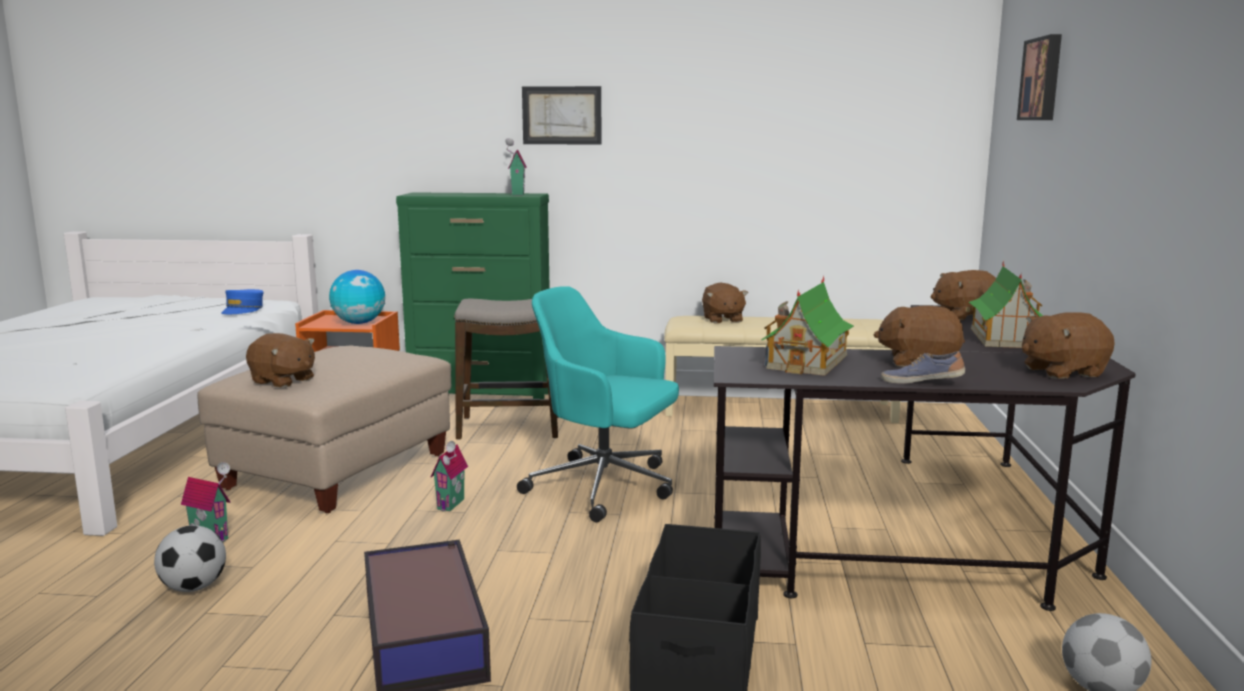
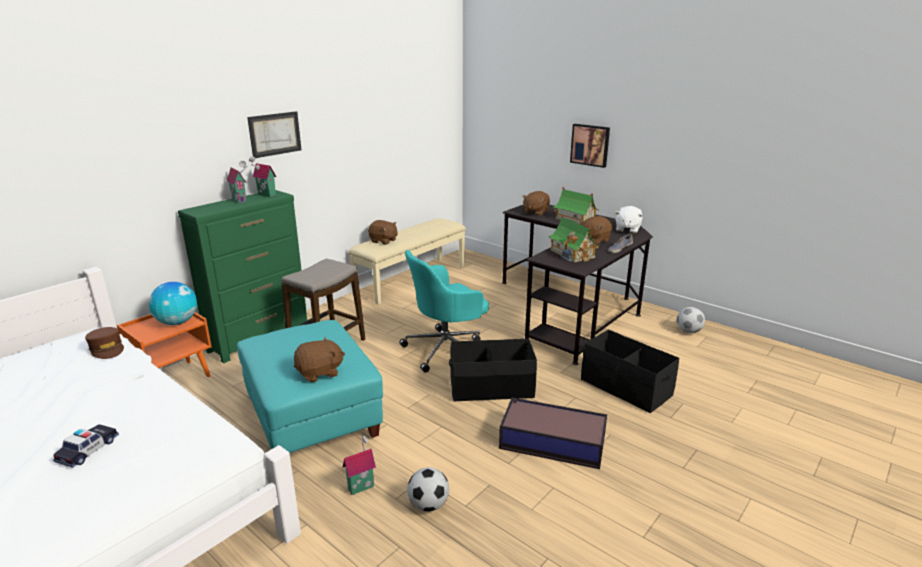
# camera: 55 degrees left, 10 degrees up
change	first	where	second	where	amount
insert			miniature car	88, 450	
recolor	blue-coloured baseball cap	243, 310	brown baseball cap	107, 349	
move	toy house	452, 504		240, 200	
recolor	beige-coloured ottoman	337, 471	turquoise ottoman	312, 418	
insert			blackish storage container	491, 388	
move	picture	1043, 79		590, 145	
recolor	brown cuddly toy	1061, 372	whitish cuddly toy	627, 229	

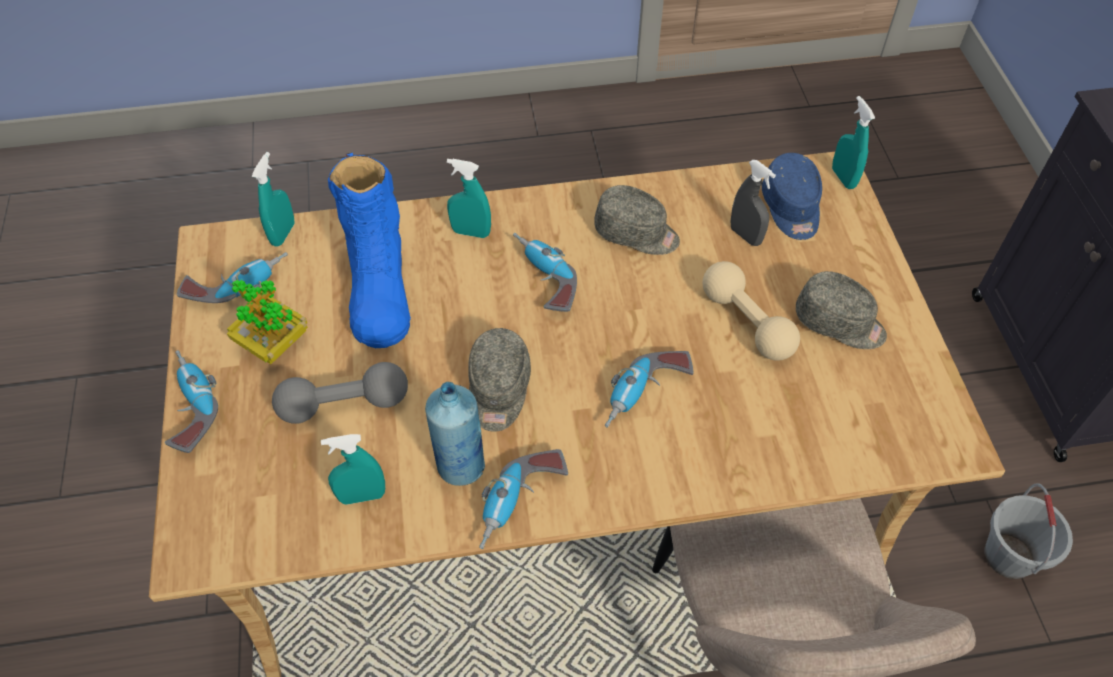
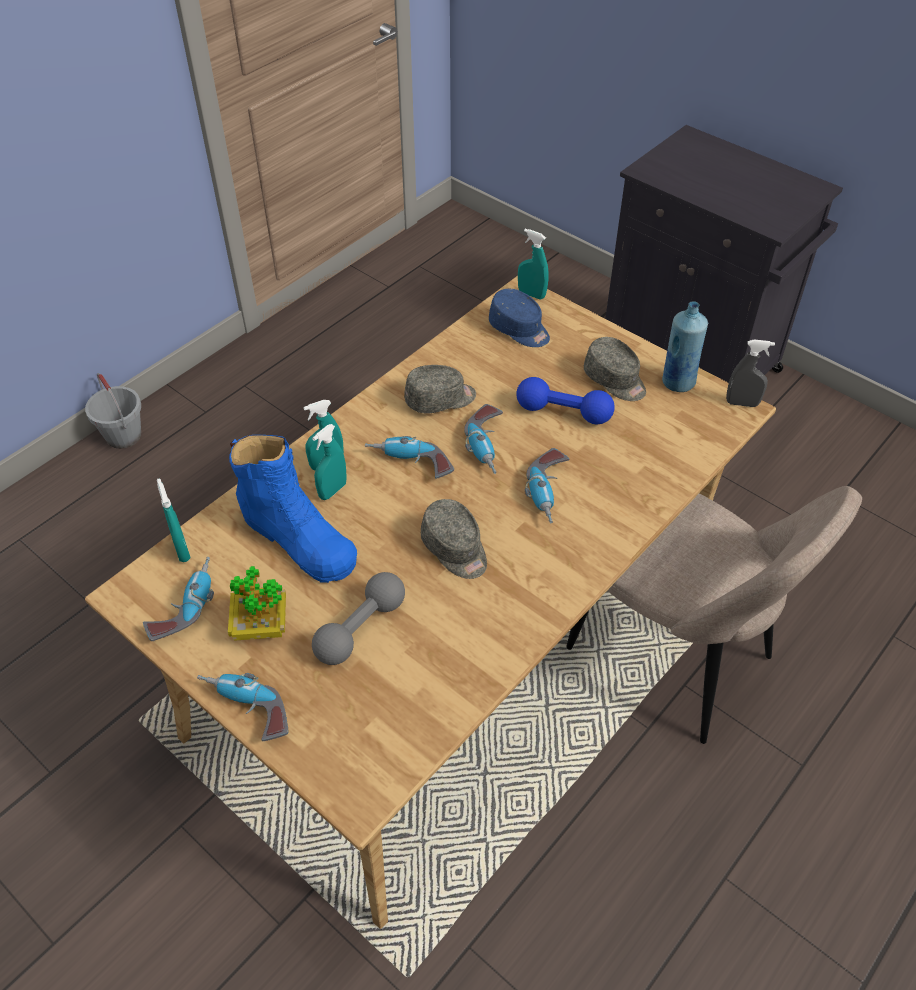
# camera: 40 degrees left, 5 degrees down
change	first	where	second	where	amount
move	grey bucket	1009, 556		124, 436	
move	turquoise sprayer	362, 496		332, 490	
move	drill	520, 504		488, 446	
recolor	beige-coloured hand weight	746, 322	blue-coloured hand weight	563, 412	
rotate	grey baseball cap	839, 323		615, 380	60 degrees clockwise
move	blue-coloured beverage bottle	461, 465		677, 382	
move	grey sprayer	745, 236		742, 403	

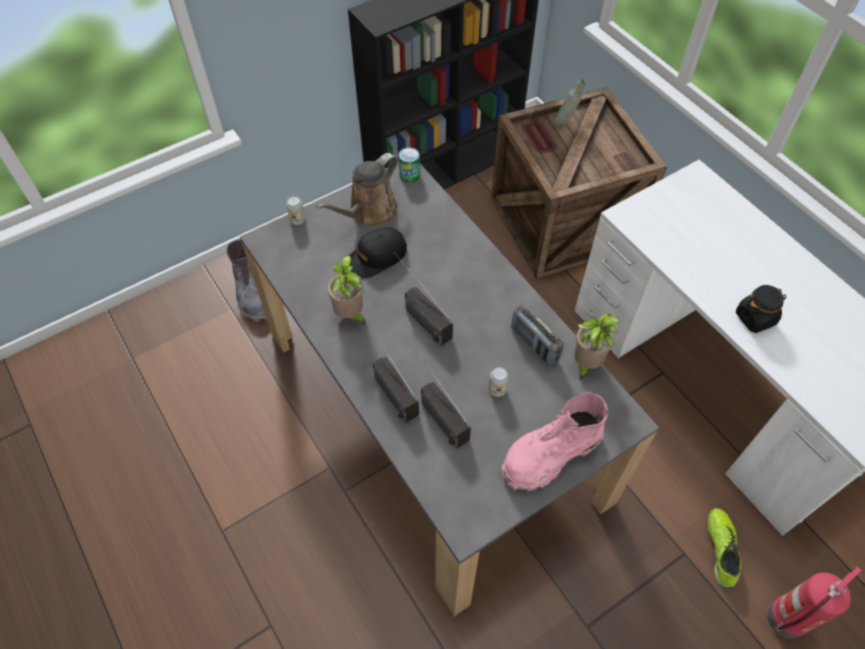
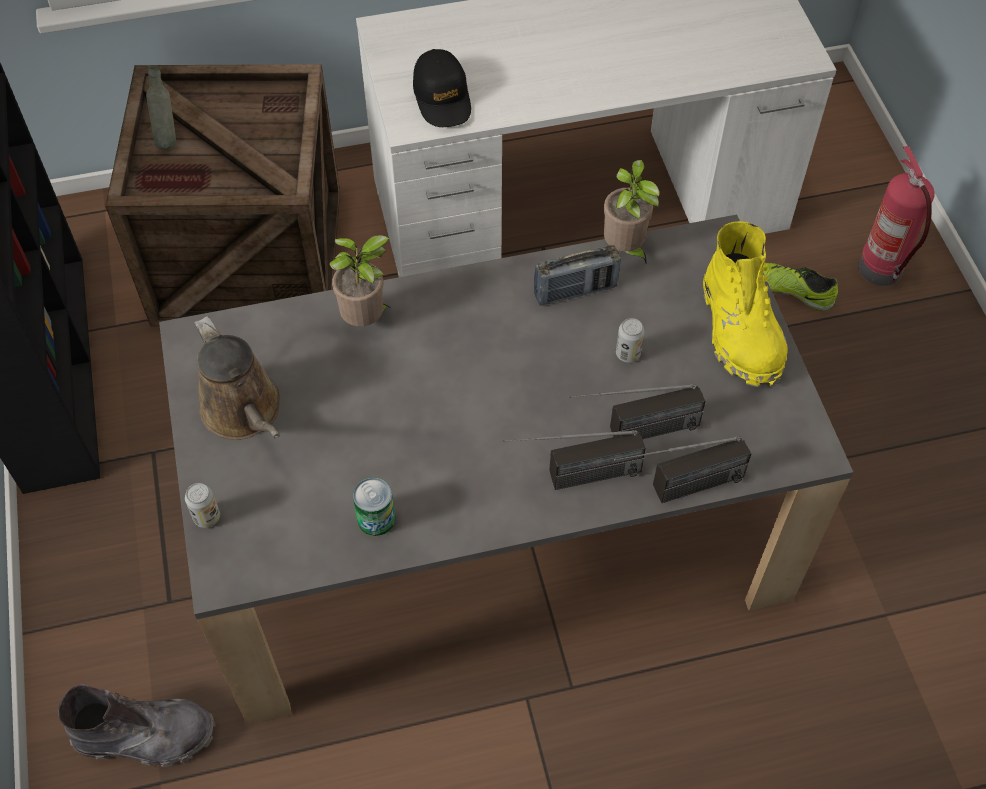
# camera: 70 degrees left, 0 degrees up
change	first	where	second	where	amount
move	houseplant	350, 315		366, 320	
move	sealed can	409, 174		376, 519	
move	blackish baseball cap	375, 258		442, 97	
move	radio	417, 314		676, 490	
recolor	pinkish tall boot	550, 455	yellow tall boot	740, 331	
delete	blackish storage jar	755, 318			

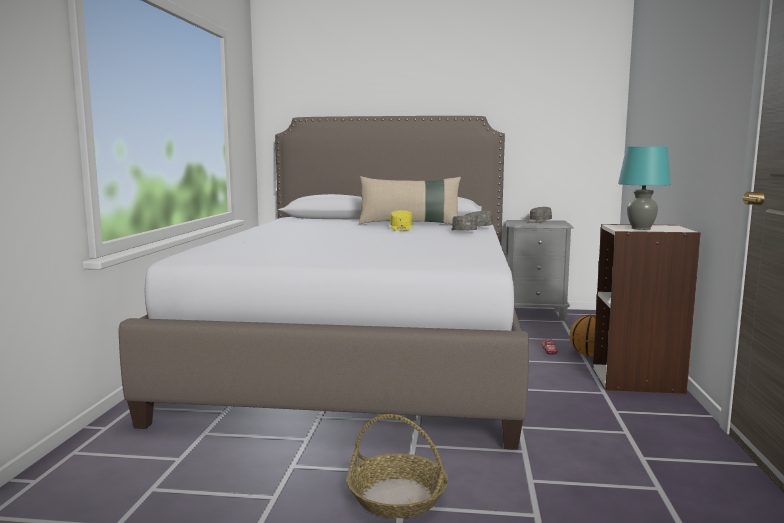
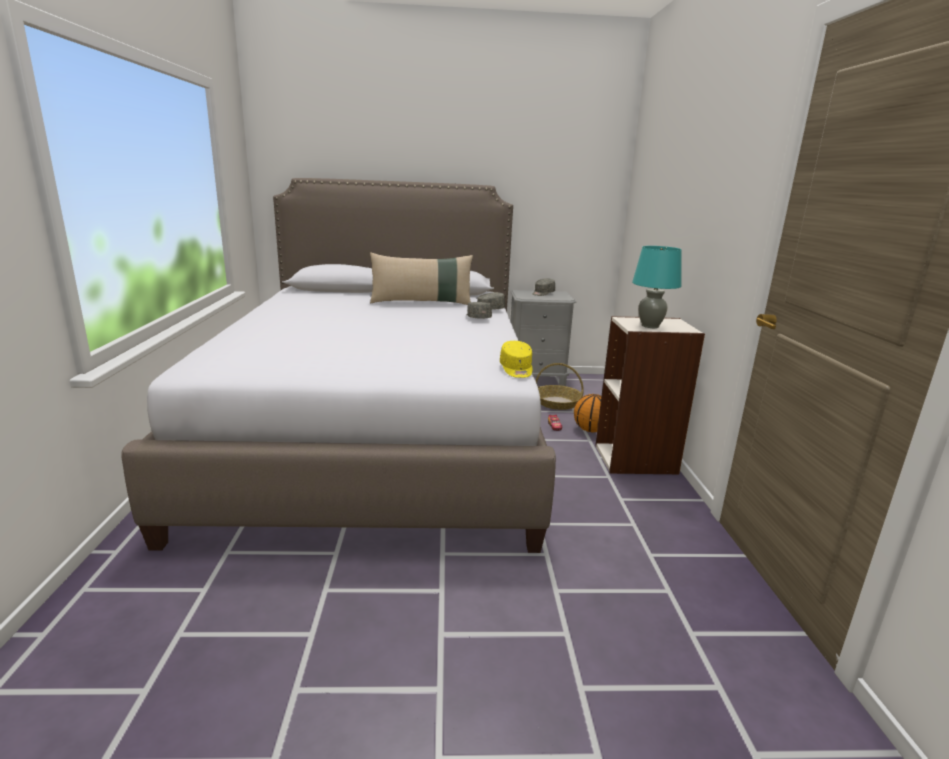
# camera: 10 degrees left, 10 degrees up
change	first	where	second	where	amount
move	yellow baseball cap	401, 228		516, 369	
move	basket	396, 497		557, 403	

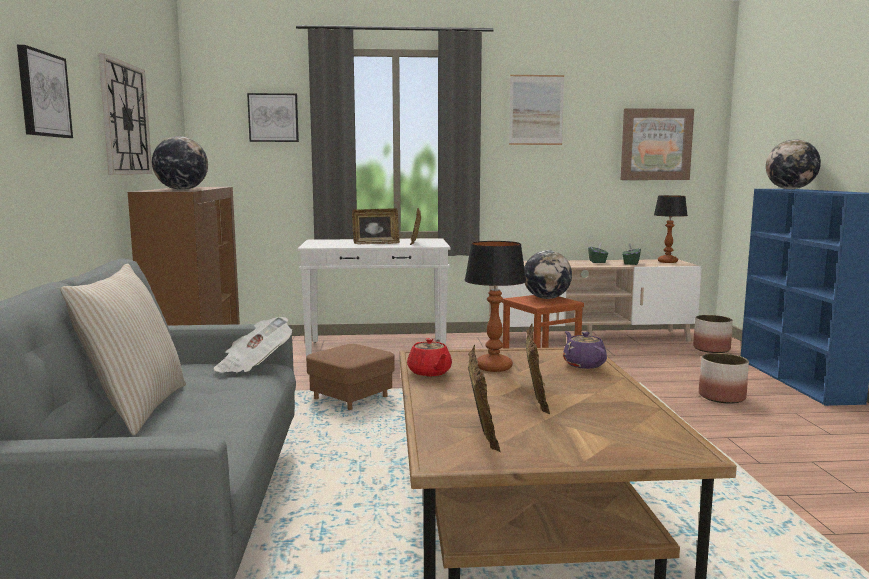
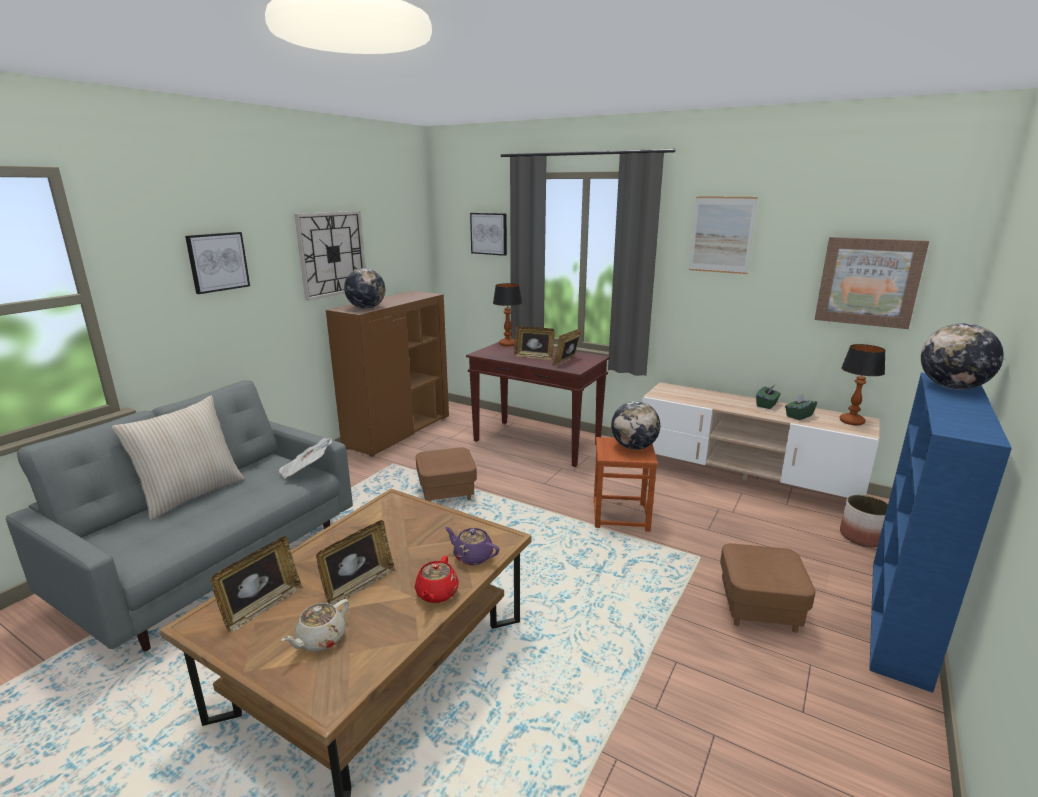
# camera: 35 degrees right, 10 degrees up
change	first	where	second	where	amount
insert			beige-coloured tea pot	320, 640	
move	red tea pot	430, 372		436, 593	
rotate	purple-coloured tea pot	583, 364		472, 556	75 degrees counterclockwise
recolor	whitish console table	378, 348	brown console table	537, 443	
move	tabletop lamp	493, 367		507, 344	
replace	flower pot	722, 397	brown ottoman	759, 609	

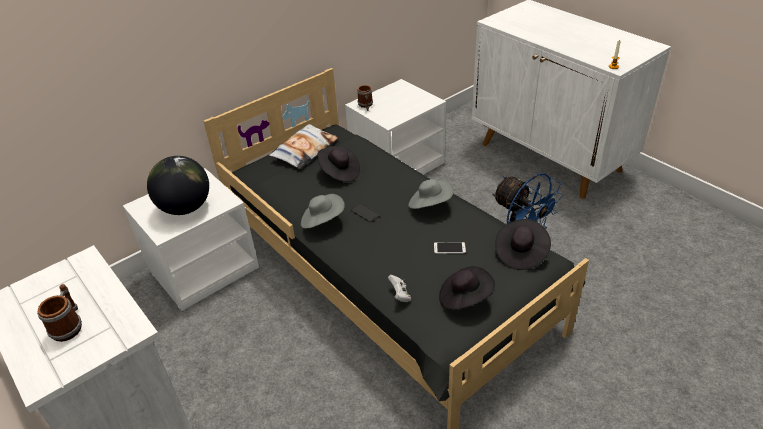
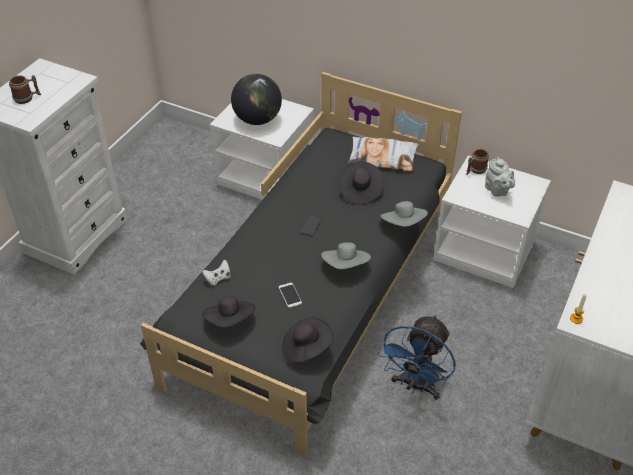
# camera: 65 degrees right, 5 degrees up
change	first	where	second	where	amount
move	grey wearable hat	322, 220		403, 224	
insert			grey tea pot	497, 191	

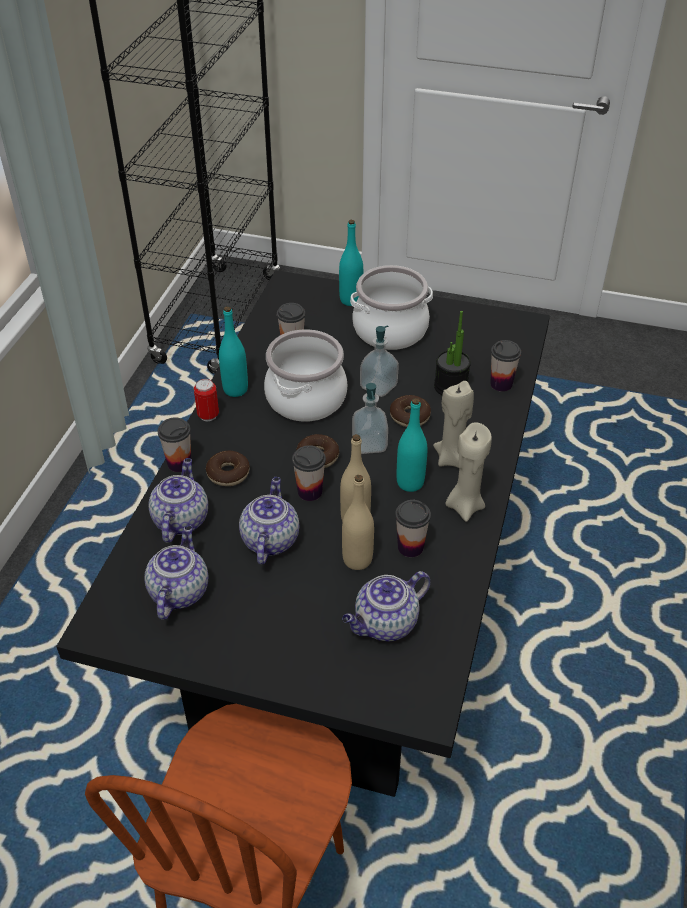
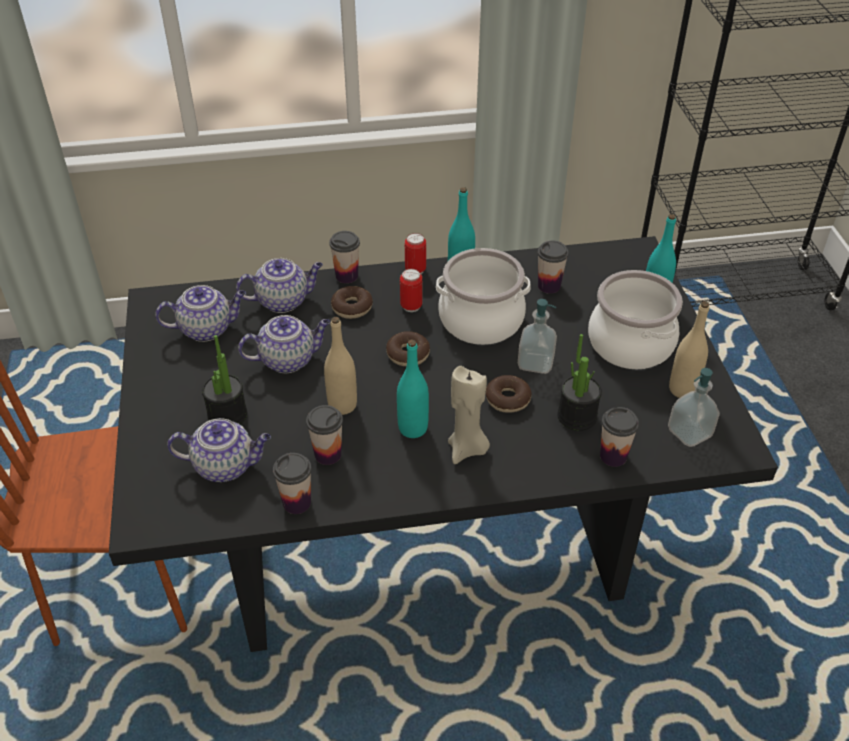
# camera: 65 degrees right, 0 degrees up
change	first	where	second	where	amount
rotate	tea pot	385, 624		226, 466	150 degrees clockwise
insert			houseplant	227, 415	
move	small cup	310, 492		297, 503	
insert			sealed can	411, 306	
move	soap dispenser	369, 444		689, 433	
move	beige-coloured beverage bottle	357, 559		682, 389	
delete	beige-coloured wax candle	464, 506			

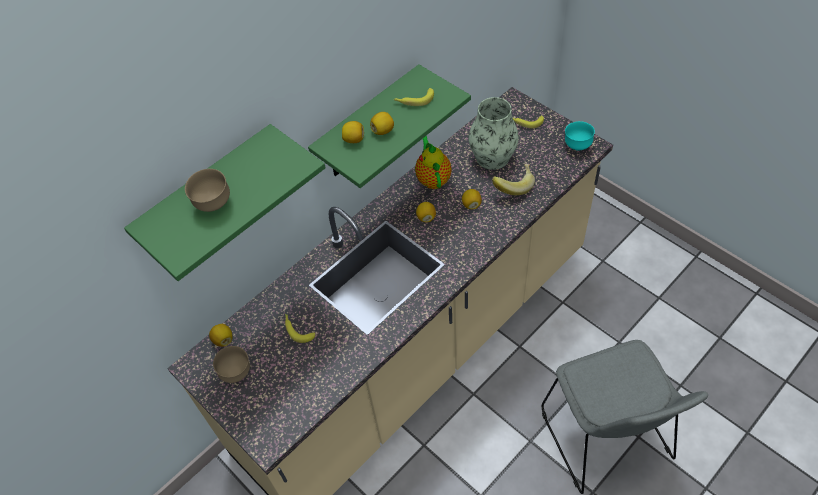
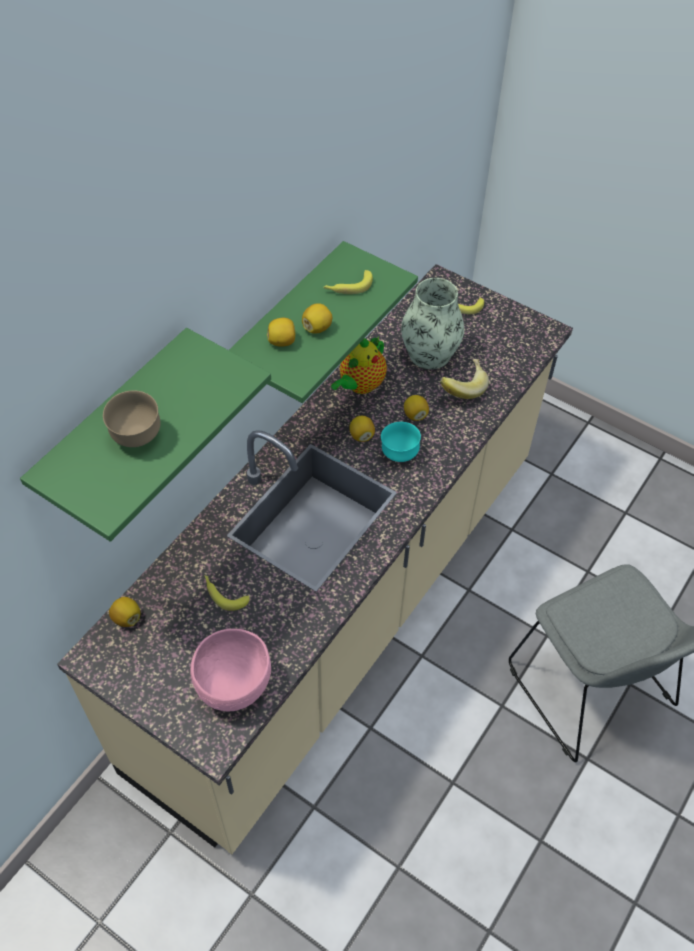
# camera: 15 degrees left, 0 degrees up
change	first	where	second	where	amount
insert			pinkish deep dish	234, 685	
rotate	tea pot	433, 178		360, 385	120 degrees counterclockwise
move	turquoise deep dish	577, 146		399, 454	
delete	brown deep dish	236, 373			

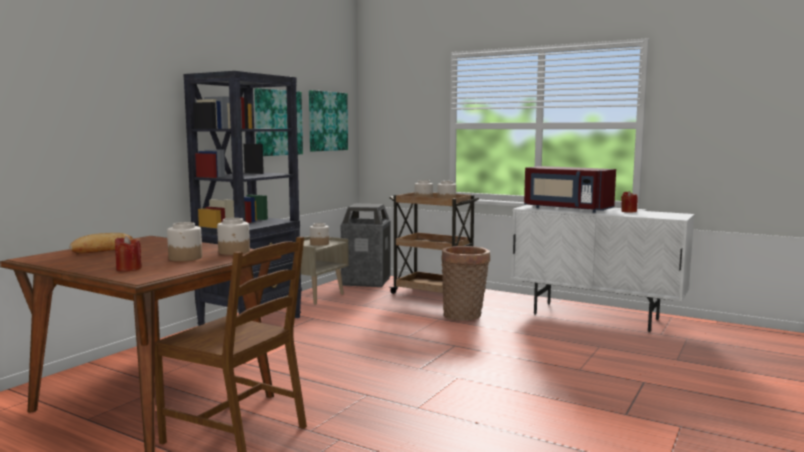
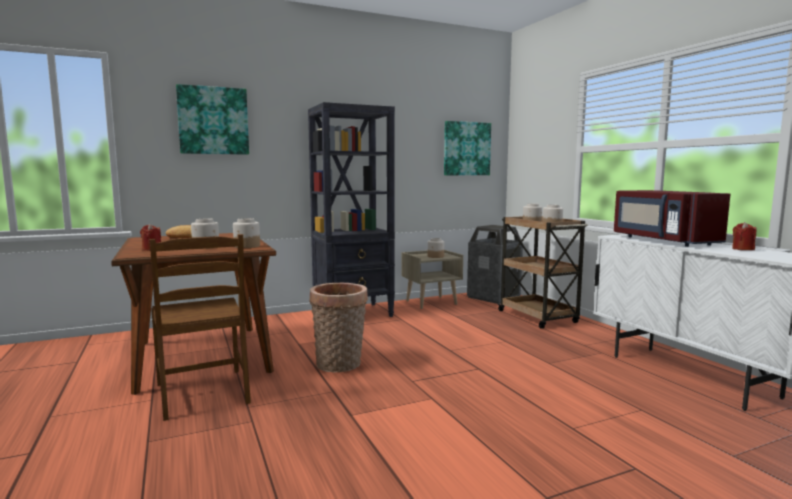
# camera: 35 degrees right, 0 degrees up
change	first	where	second	where	amount
move	picture	277, 122		213, 121	
move	basket	464, 316		340, 365	

